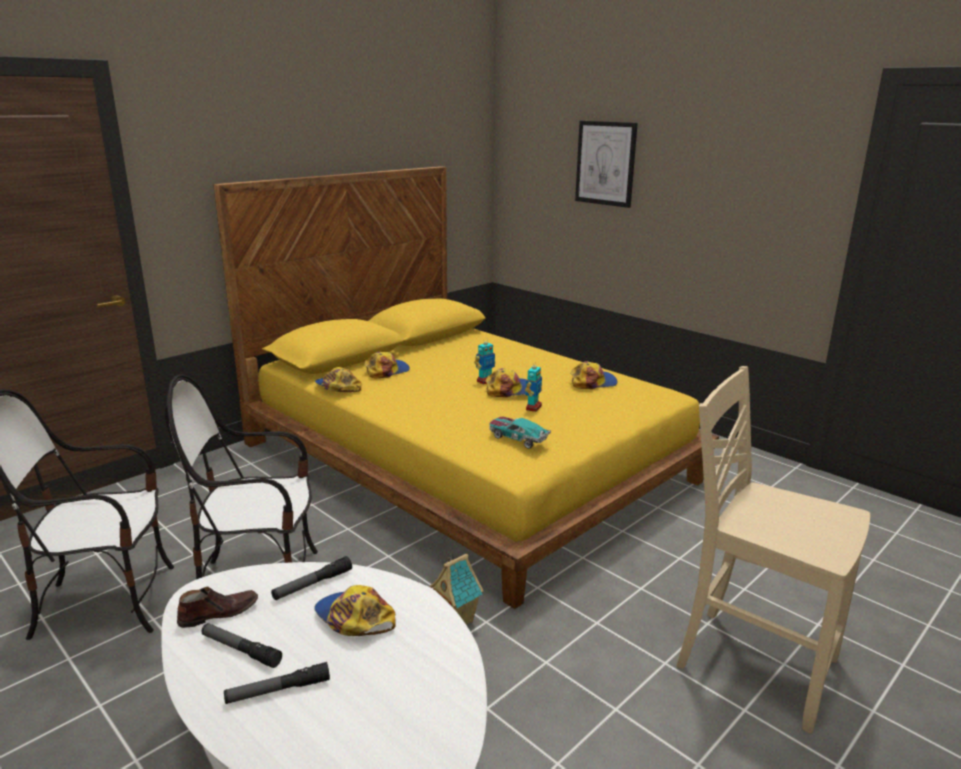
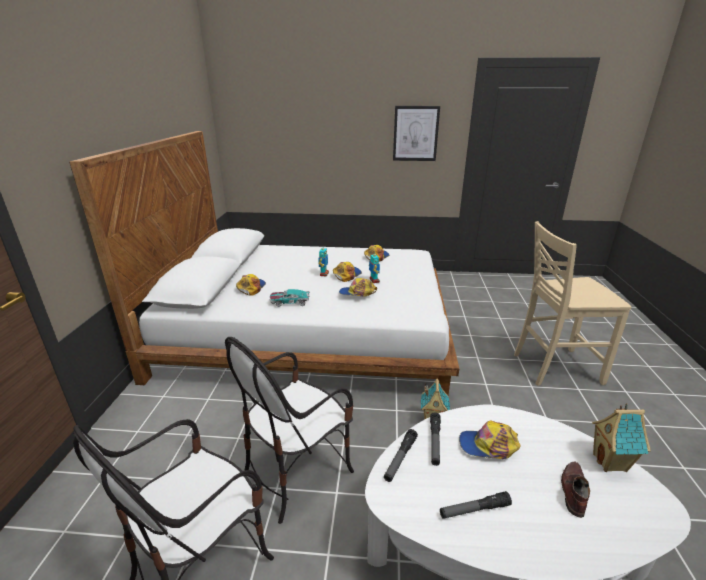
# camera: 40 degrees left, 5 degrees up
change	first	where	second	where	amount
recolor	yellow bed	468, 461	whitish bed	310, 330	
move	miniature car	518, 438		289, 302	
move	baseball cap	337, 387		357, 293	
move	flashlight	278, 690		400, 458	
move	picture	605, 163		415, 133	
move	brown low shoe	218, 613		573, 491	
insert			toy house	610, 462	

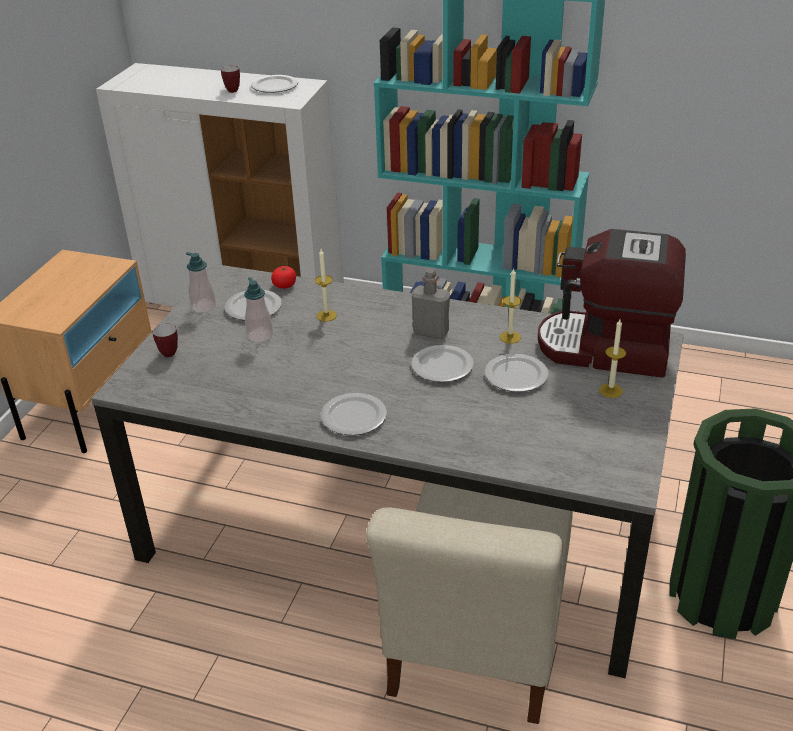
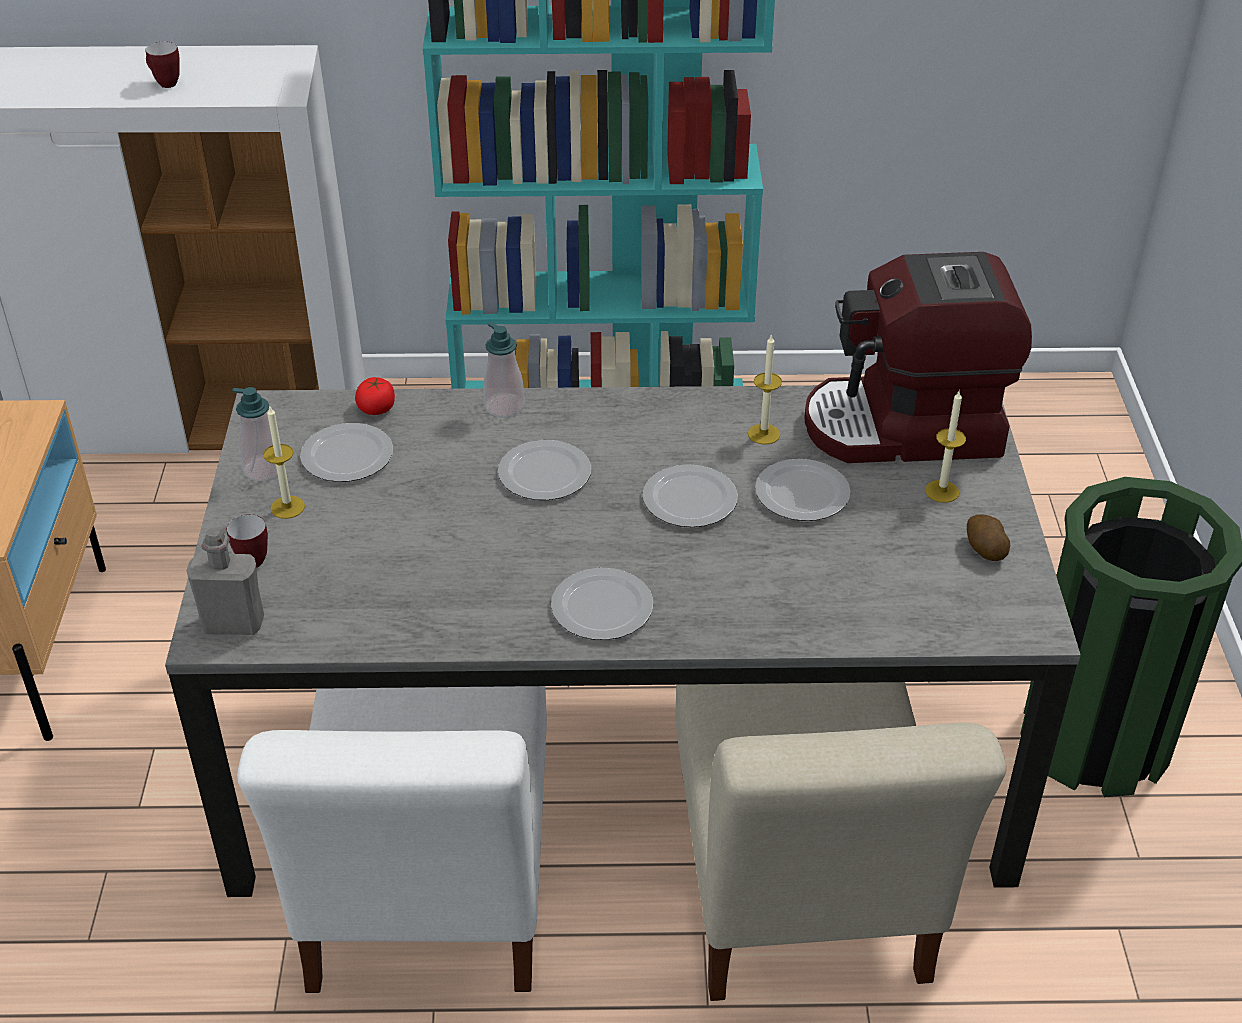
# camera: 20 degrees left, 5 degrees up
change	first	where	second	where	amount
move	grey beverage bottle	431, 332		233, 624	
insert			whitish upright chair	427, 887	
move	wax candle	326, 315		287, 507	
move	soap dispenser	260, 336		504, 406	
move	plate	274, 86		545, 475	
insert			spud	984, 549	

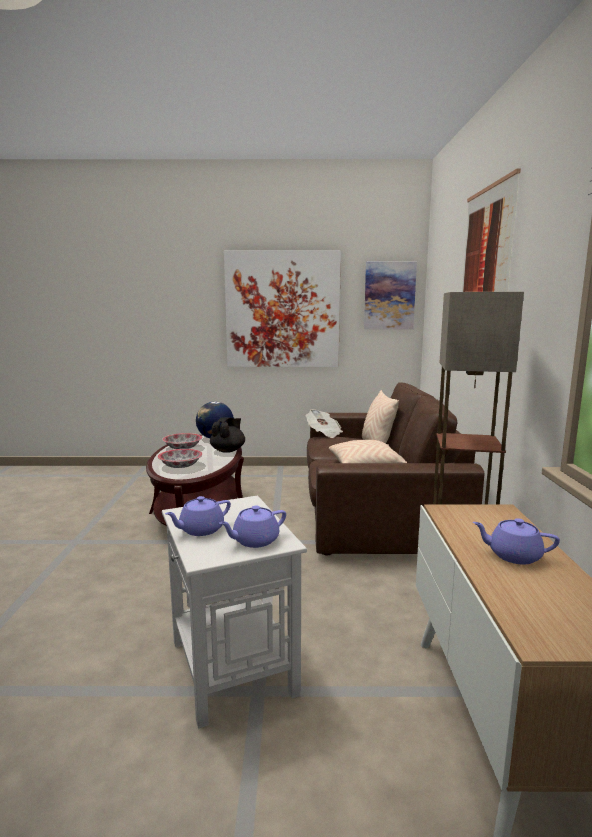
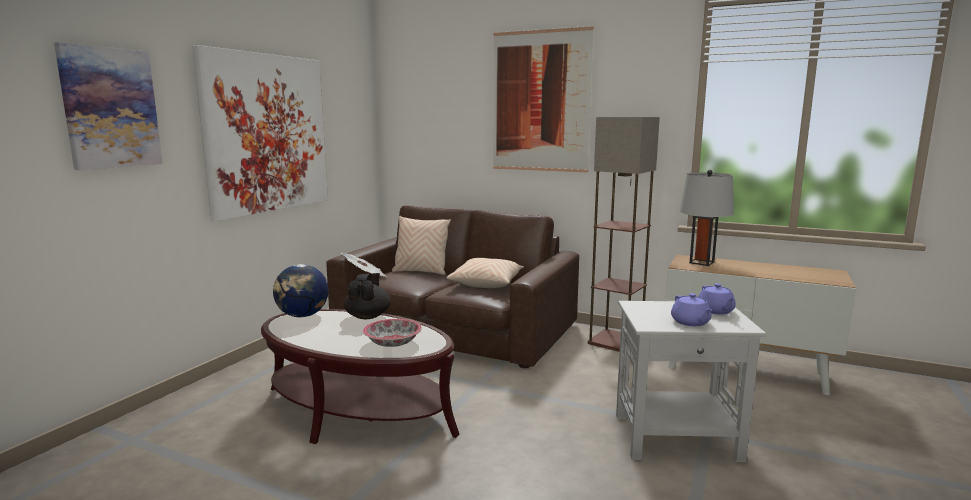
# camera: 65 degrees left, 0 degrees up
change	first	where	second	where	amount
move	picture	389, 296		110, 108	
rotate	blackish tea pot	228, 450		368, 316	45 degrees clockwise
insert			grey tabletop lamp	701, 262	
delete	deep dish	183, 448			
delete	purple-coloured tea pot	513, 555			

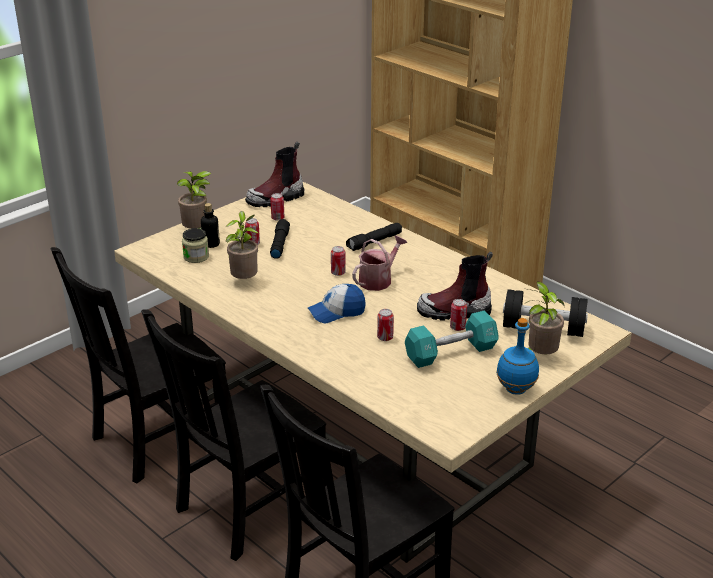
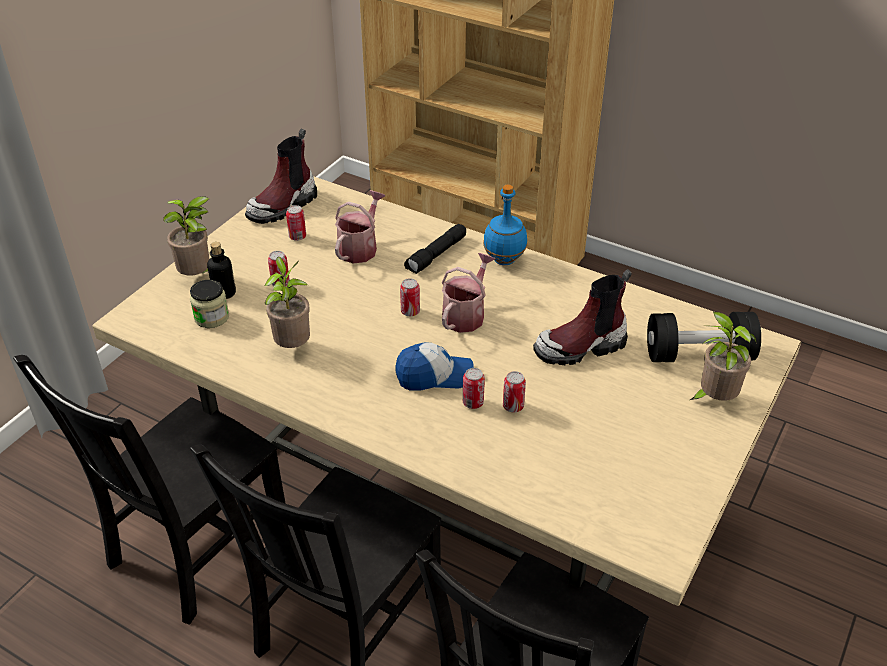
# camera: 15 degrees left, 10 degrees up
change	first	where	second	where	amount
insert			watering can	360, 247	
rotate	baseball cap	337, 312		434, 375	150 degrees counterclockwise
move	sealed can	457, 327		473, 403	
move	blue-coloured beverage bottle	516, 389		504, 259	
delete	blackish flashlight	279, 244			
delete	turquoise hand weight	451, 353			

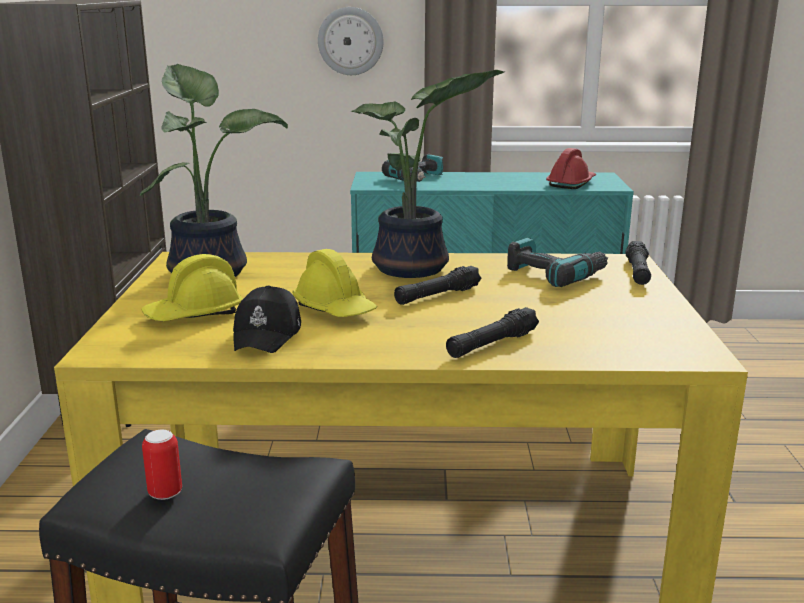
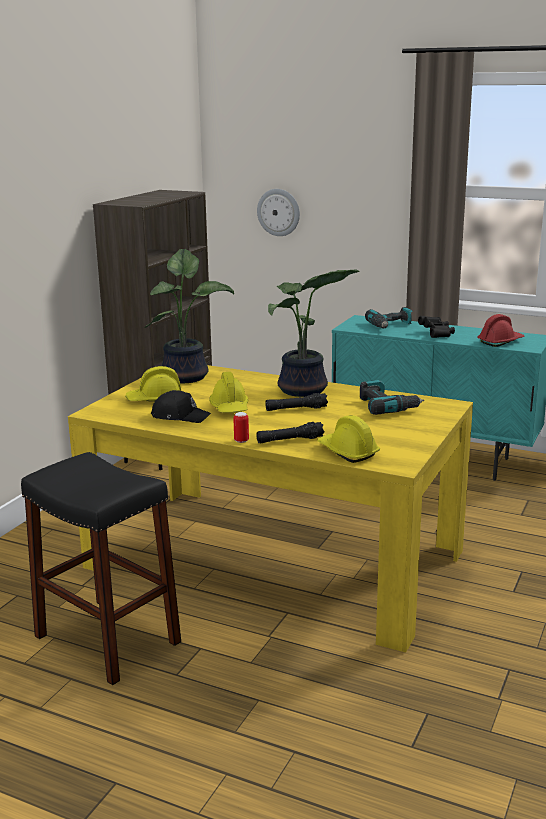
# camera: 25 degrees right, 0 degrees up
change	first	where	second	where	amount
rotate	blackish baseball cap	268, 334		180, 416	105 degrees counterclockwise
move	sealed can	165, 493		241, 441	
move	clock on the wall	350, 41		278, 212	
insert			yellow safety helmet	347, 452	
insert			blackish binoculars	437, 334	
delete	blackish flashlight	638, 272			

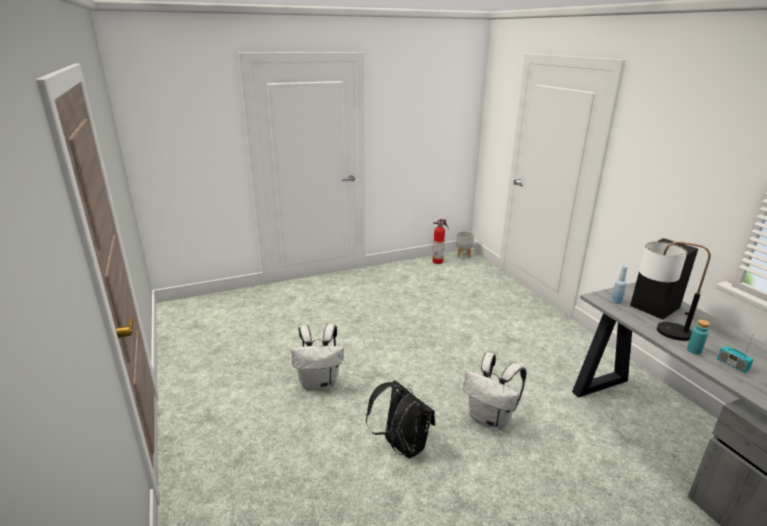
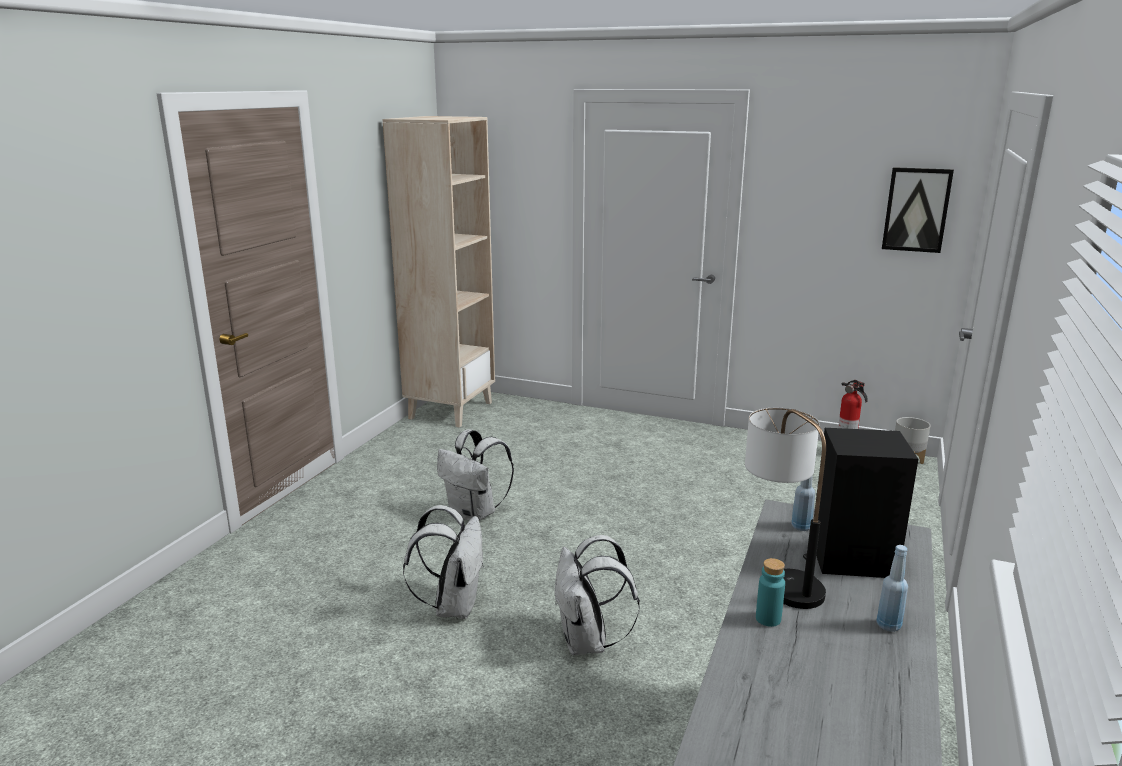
# camera: 45 degrees right, 5 degrees down
change	first	where	second	where	amount
insert			beige-coloured shelving unit	450, 410	
recolor	blackish knapsack	401, 446	whitish knapsack	453, 606	
insert			blue-coloured beverage bottle	888, 625	
insert			picture	916, 209	
delete	radio	732, 365			

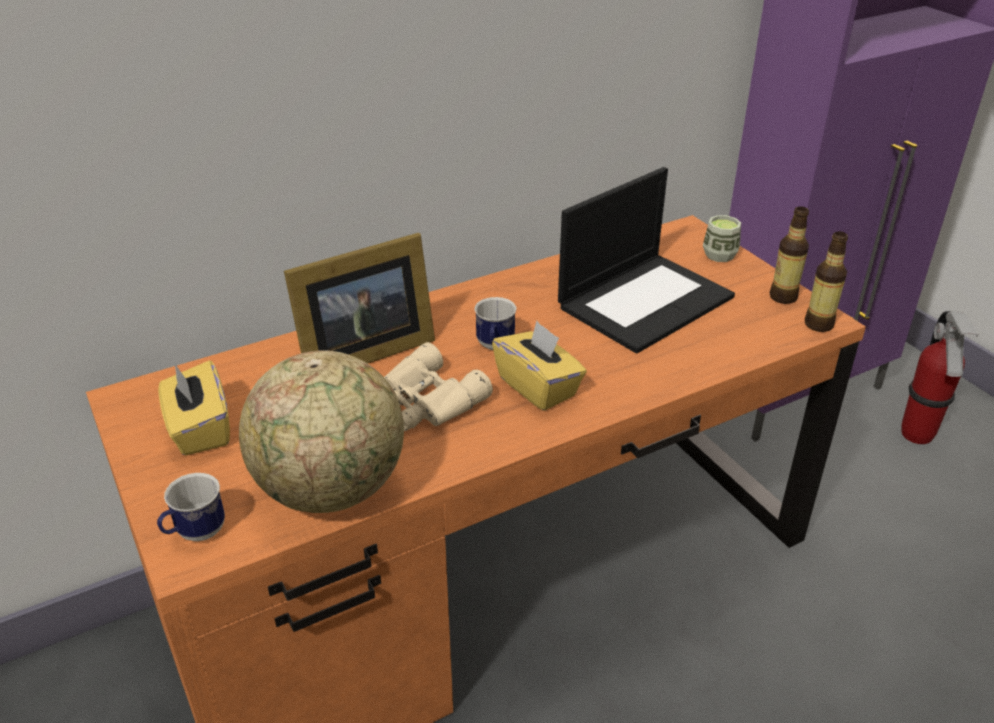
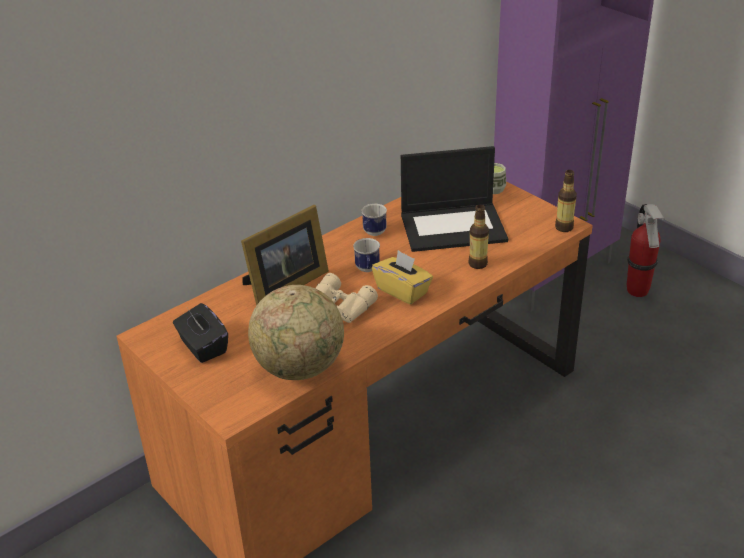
# camera: 10 degrees left, 0 degrees up
change	first	where	second	where	amount
recolor	yellow tissue box	199, 429	blackish tissue box	203, 347	
move	coffee mug	195, 534		373, 234	
rotate	notebook computer	645, 300		454, 227	45 degrees clockwise
move	beverage bottle	783, 297		478, 264	

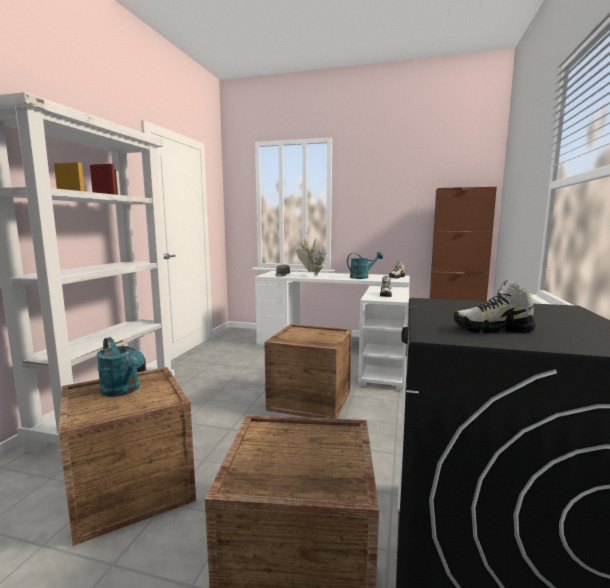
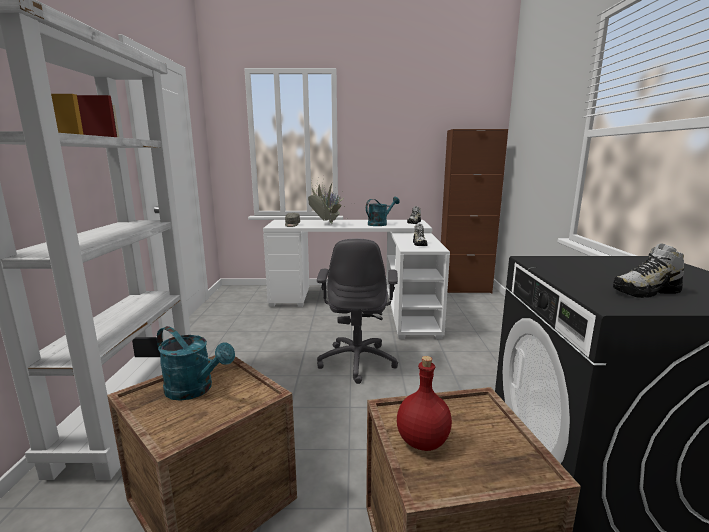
# camera: 15 degrees left, 5 degrees up
change	first	where	second	where	amount
replace	shipping crate	310, 400	grey desk chair	357, 361	
insert			red beverage bottle	422, 441	

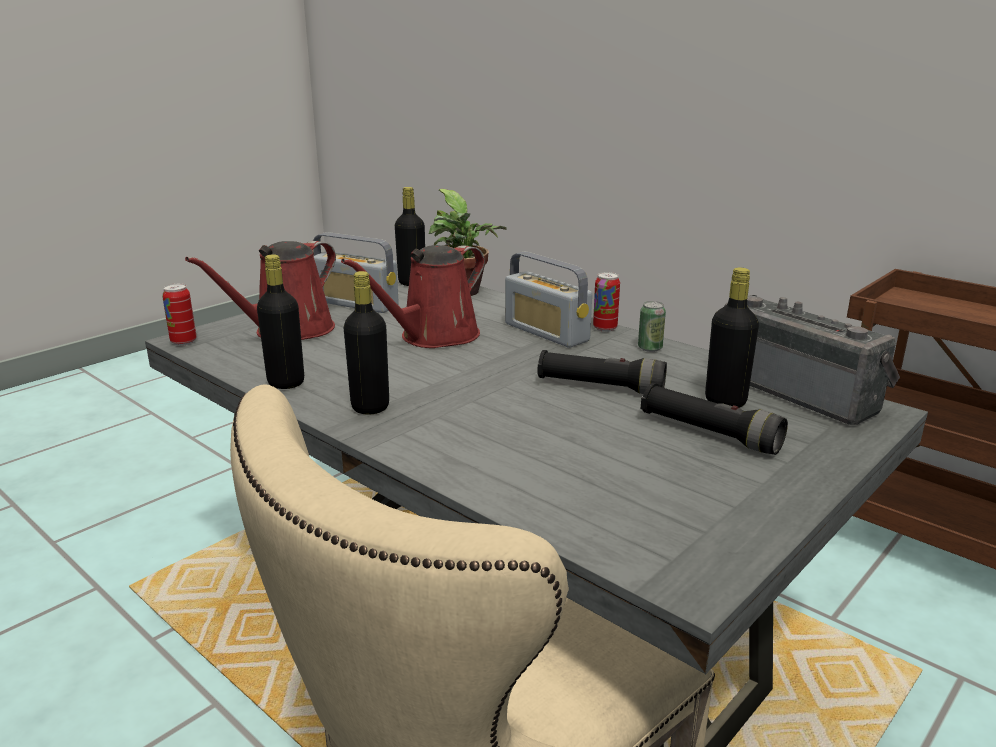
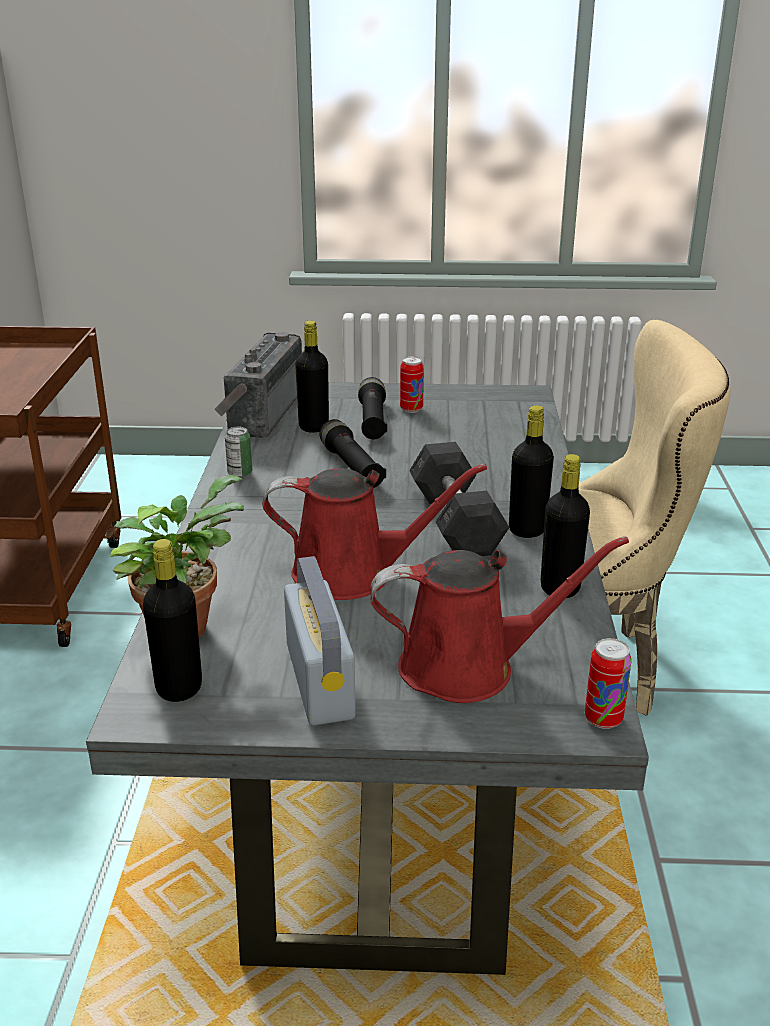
# camera: 130 degrees left, 5 degrees up
change	first	where	second	where	amount
move	sealed can	605, 328		411, 409	
insert			grey hand weight	455, 522	
delete	radio	546, 332			

